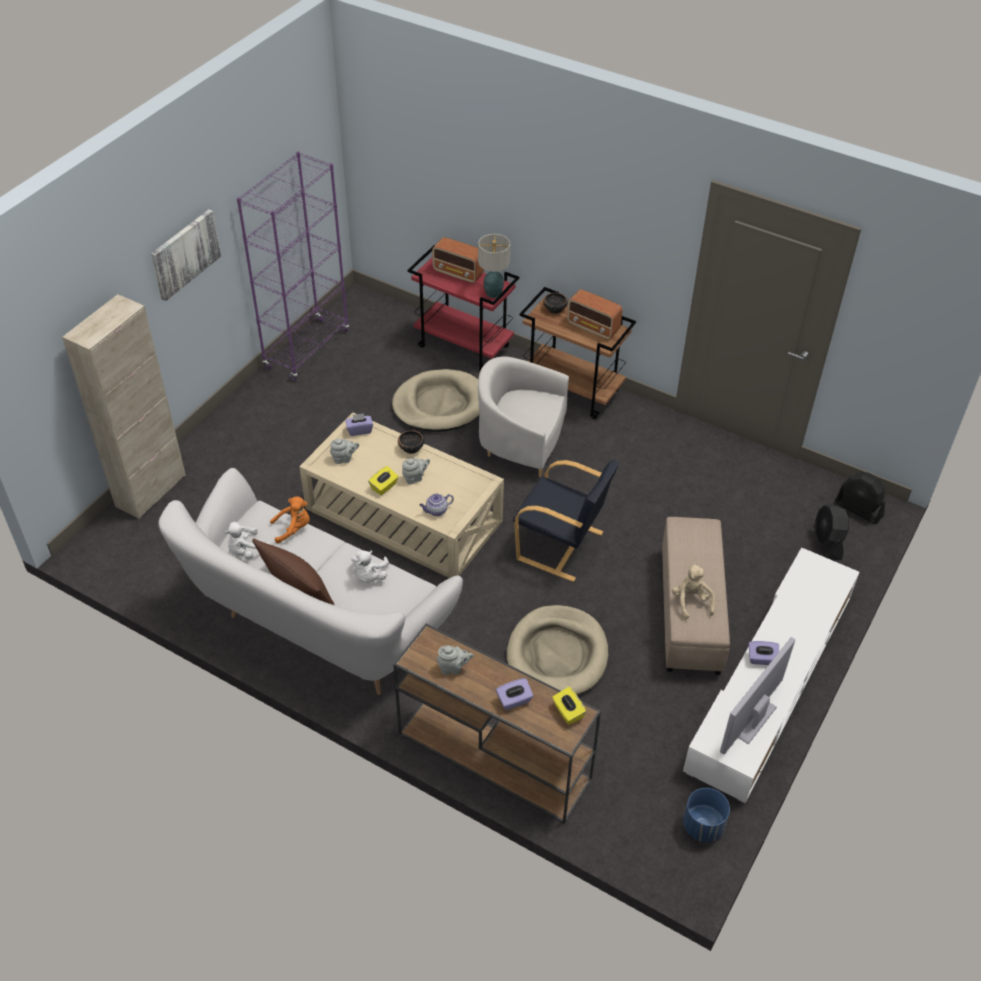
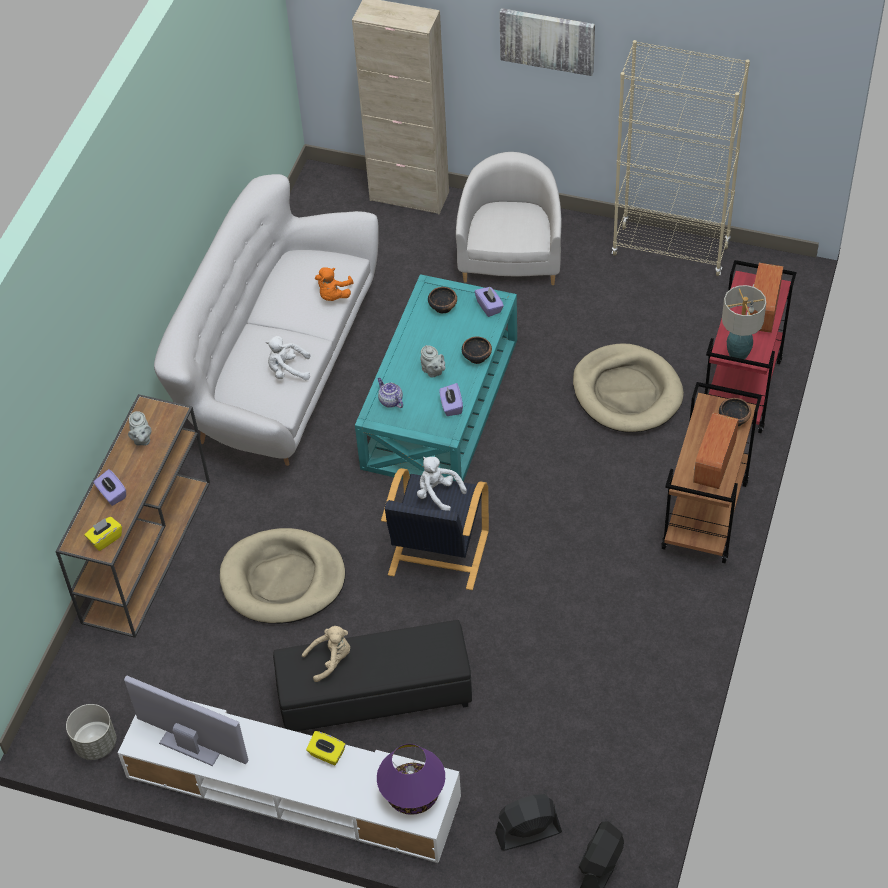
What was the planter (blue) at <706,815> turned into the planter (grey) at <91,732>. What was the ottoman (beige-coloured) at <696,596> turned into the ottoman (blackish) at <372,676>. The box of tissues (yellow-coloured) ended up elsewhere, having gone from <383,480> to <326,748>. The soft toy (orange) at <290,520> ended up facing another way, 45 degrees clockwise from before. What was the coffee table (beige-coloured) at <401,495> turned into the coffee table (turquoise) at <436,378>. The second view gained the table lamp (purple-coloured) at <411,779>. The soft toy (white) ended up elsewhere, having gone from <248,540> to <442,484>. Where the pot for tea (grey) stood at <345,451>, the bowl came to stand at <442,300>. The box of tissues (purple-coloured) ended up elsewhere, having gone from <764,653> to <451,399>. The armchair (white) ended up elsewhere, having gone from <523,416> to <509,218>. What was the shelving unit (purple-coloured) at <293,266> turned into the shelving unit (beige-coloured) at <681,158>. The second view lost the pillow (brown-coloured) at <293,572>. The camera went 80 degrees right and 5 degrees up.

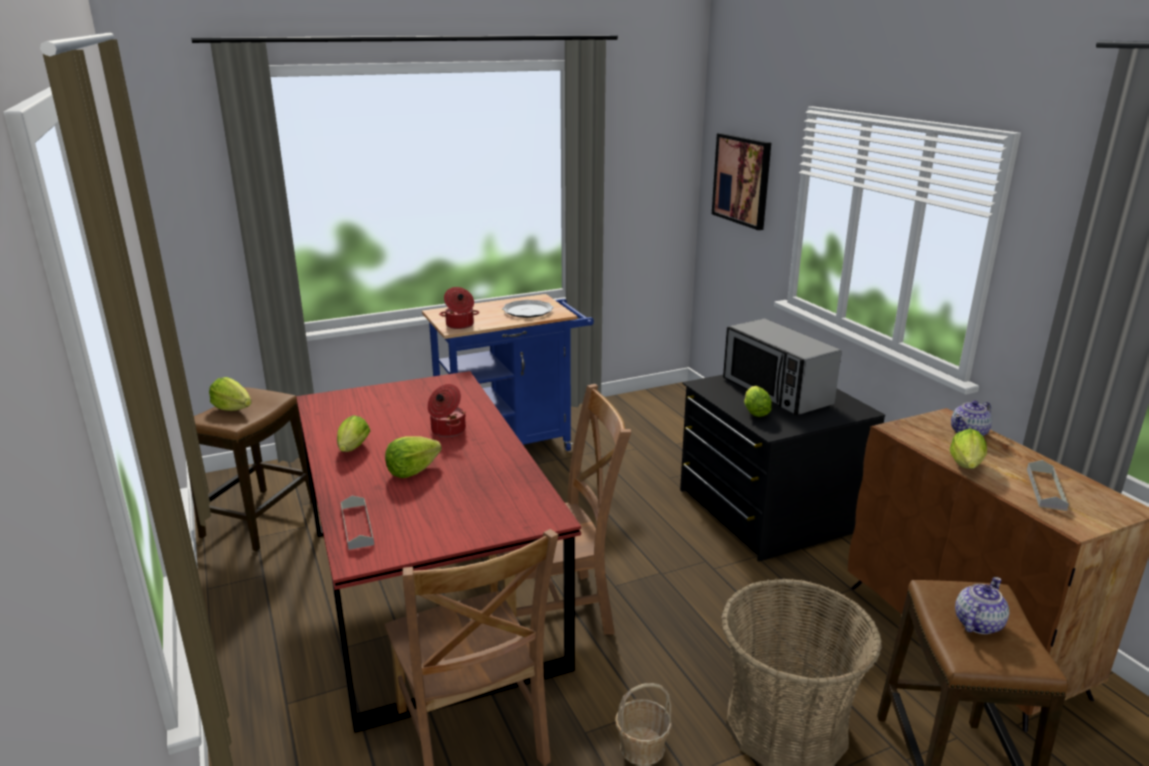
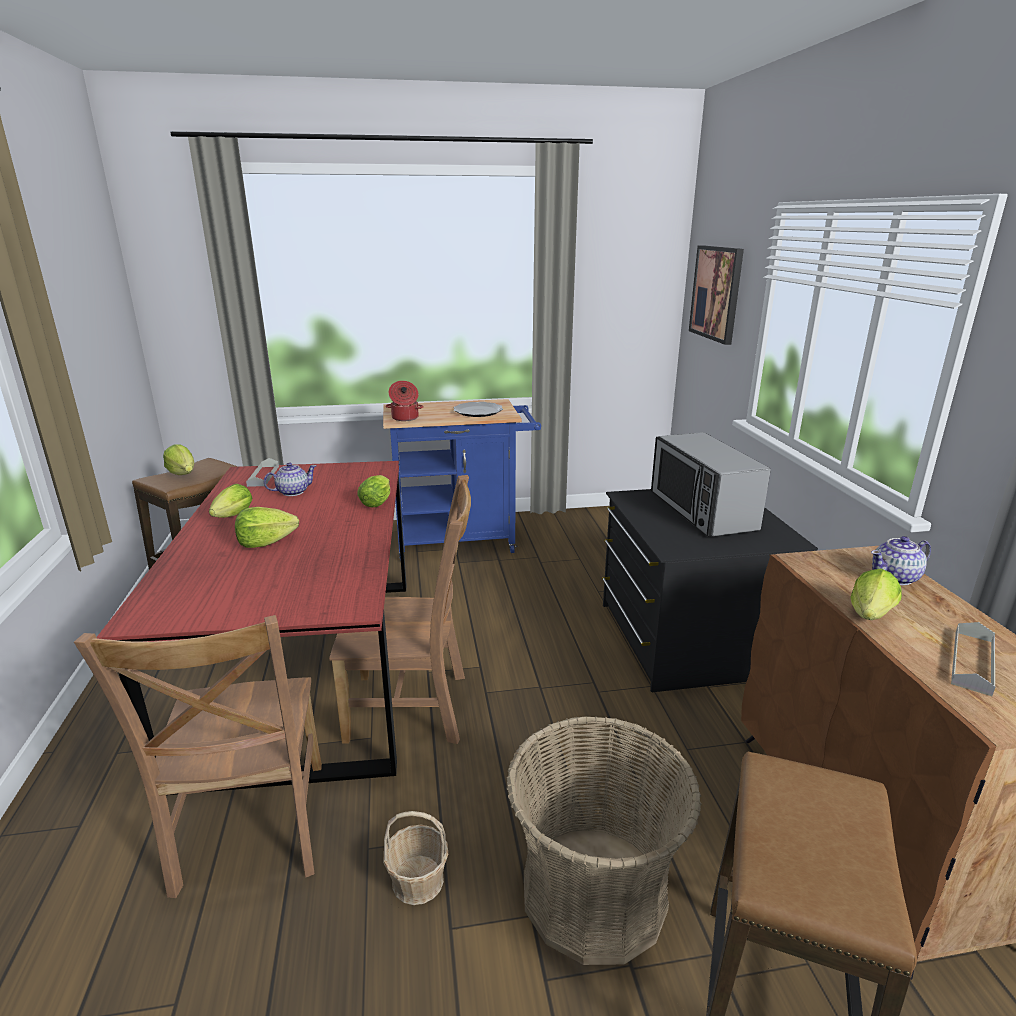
The tray (grey) ended up elsewhere, having gone from <357,523> to <262,472>. The pot for tea ended up elsewhere, having gone from <982,605> to <290,479>. The lettuce head ended up elsewhere, having gone from <758,401> to <373,491>. The second view lost the cooking pot at <446,410>. The camera went 15 degrees right and 0 degrees up.

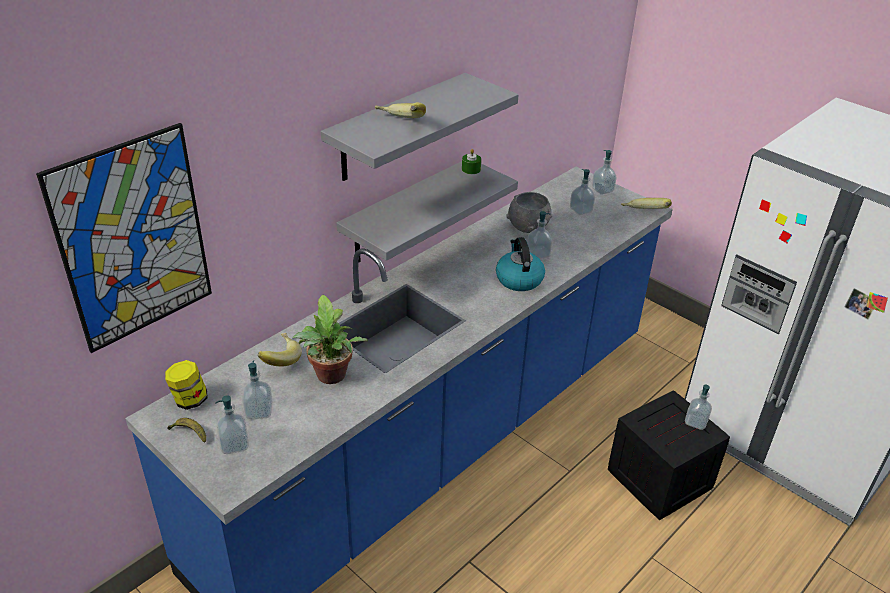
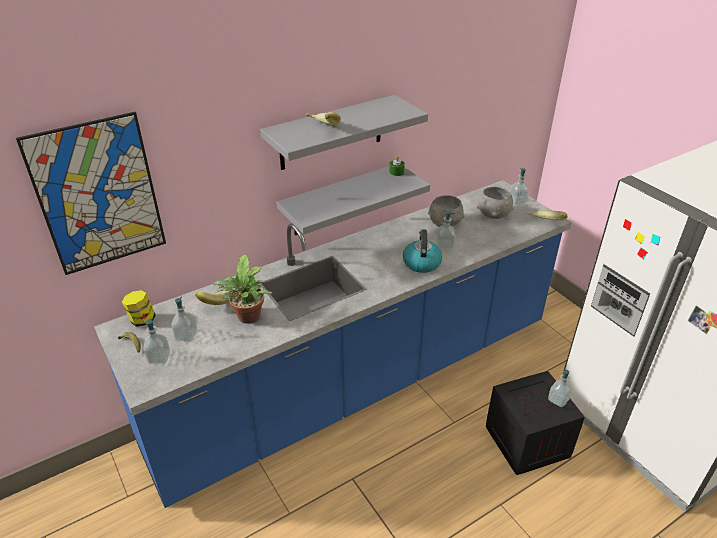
Where the liquid soap bottle stood at <582,192>, the bowl (grey) came to stand at <495,203>. The camera went 15 degrees right and 0 degrees up.

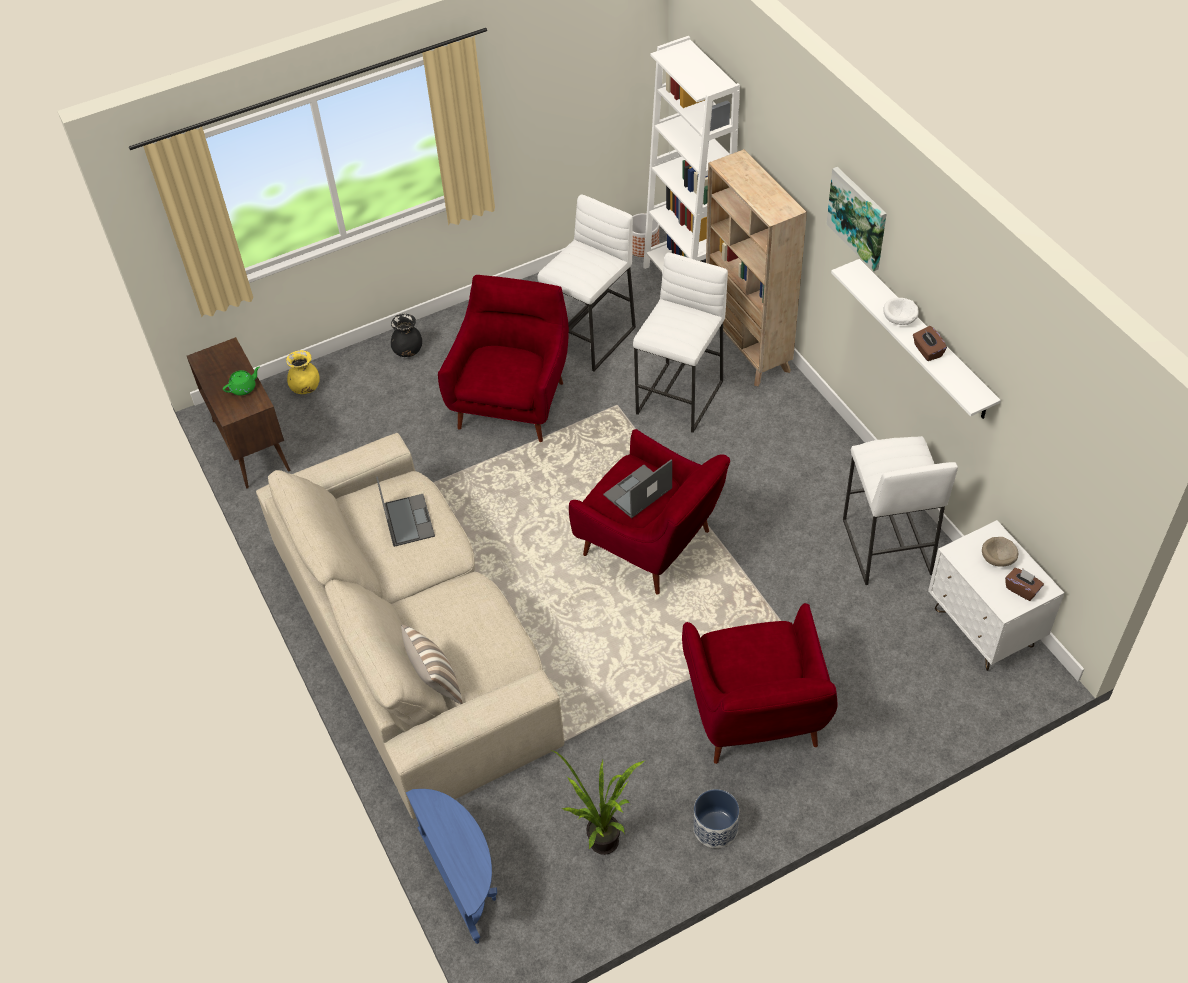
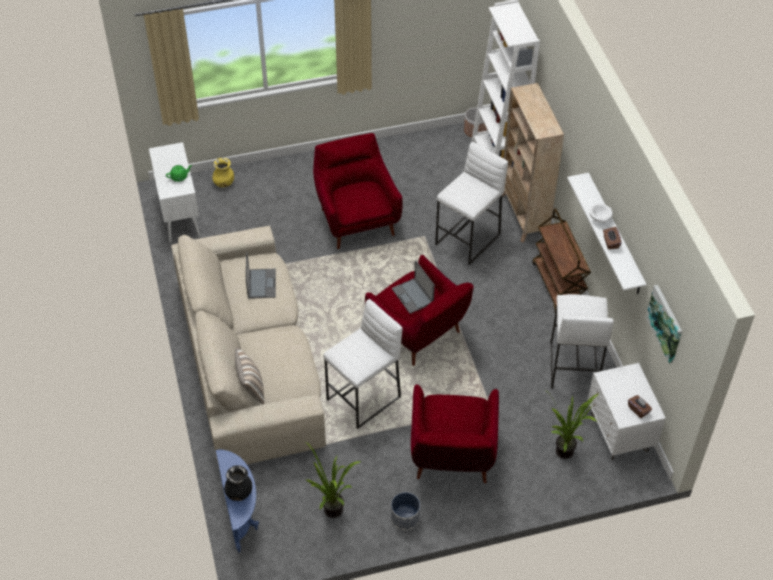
What was the cupboard (brown-coloured) at <238,413> turned into the cupboard (white) at <174,192>. The decorative vase (blackish) ended up elsewhere, having gone from <406,335> to <238,483>. The armchair (reddish) at <503,358> ended up facing another way, 45 degrees counterclockwise from before. The sitting stool (white) ended up elsewhere, having gone from <586,282> to <362,364>. The laptop at <637,488> ended up facing another way, 90 degrees counterclockwise from before. The second view gained the cart (brown-coloured) at <561,260>. The second view gained the plant in a pot at <571,424>. The wall art ended up elsewhere, having gone from <856,219> to <664,324>. The second view lost the bowl (beige-coloured) at <1000,552>. The camera went 10 degrees right and 0 degrees up.

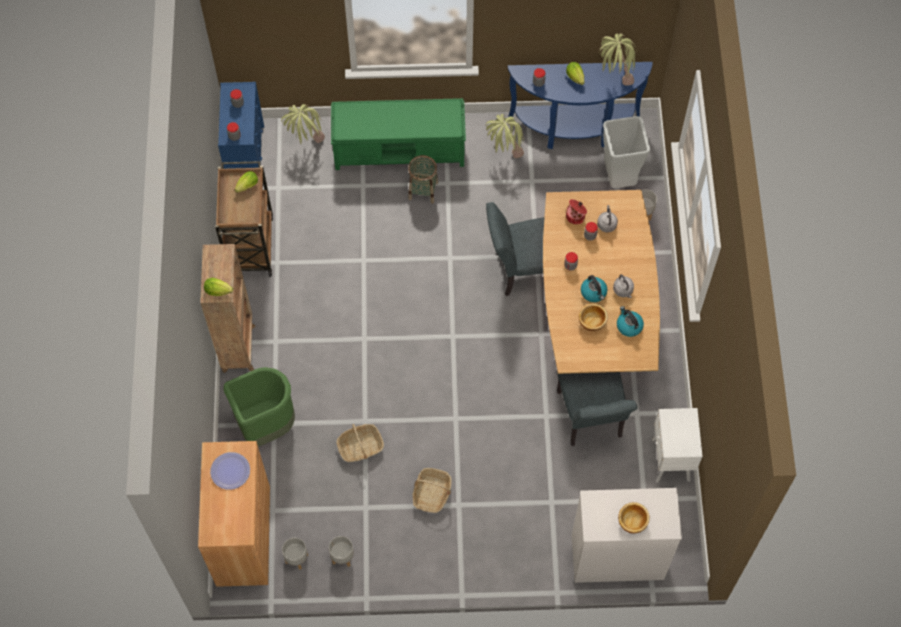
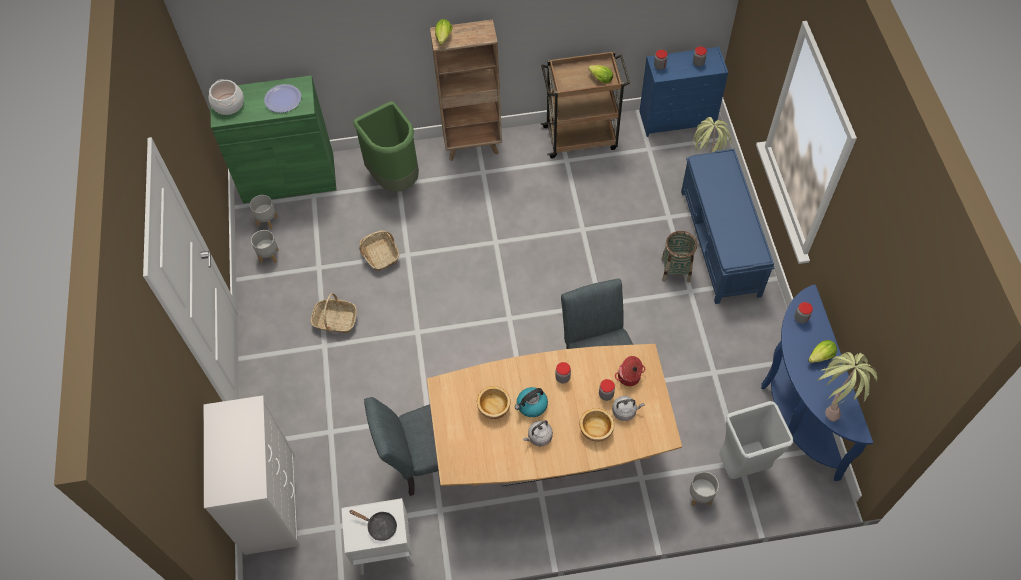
The second view gained the cooking pot at <226,97>. What was the cupboard (brown-coloured) at <234,514> turned into the cupboard (green) at <273,139>. The second view gained the frying pan (blackish) at <373,525>. The bowl ended up elsewhere, having gone from <634,518> to <597,425>. What was the bench (green) at <398,134> turned into the bench (blue) at <727,226>. The second view lost the plant in a pot at <504,136>. The second view lost the tea kettle at <630,321>. The camera went 85 degrees right and 5 degrees down.

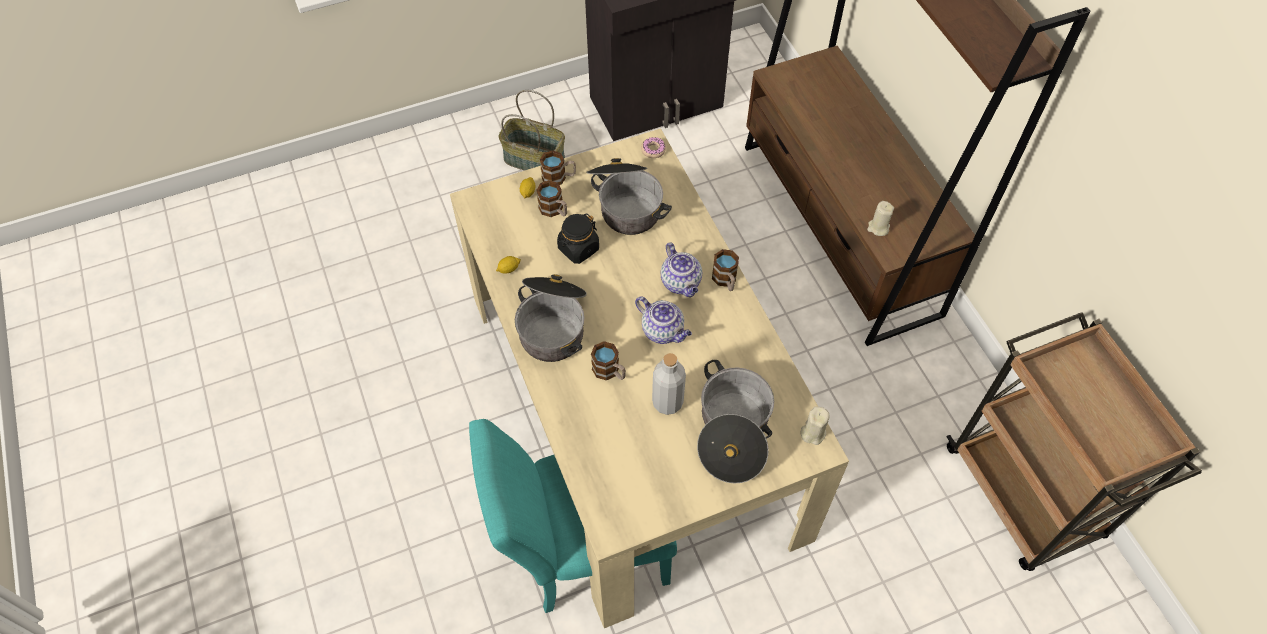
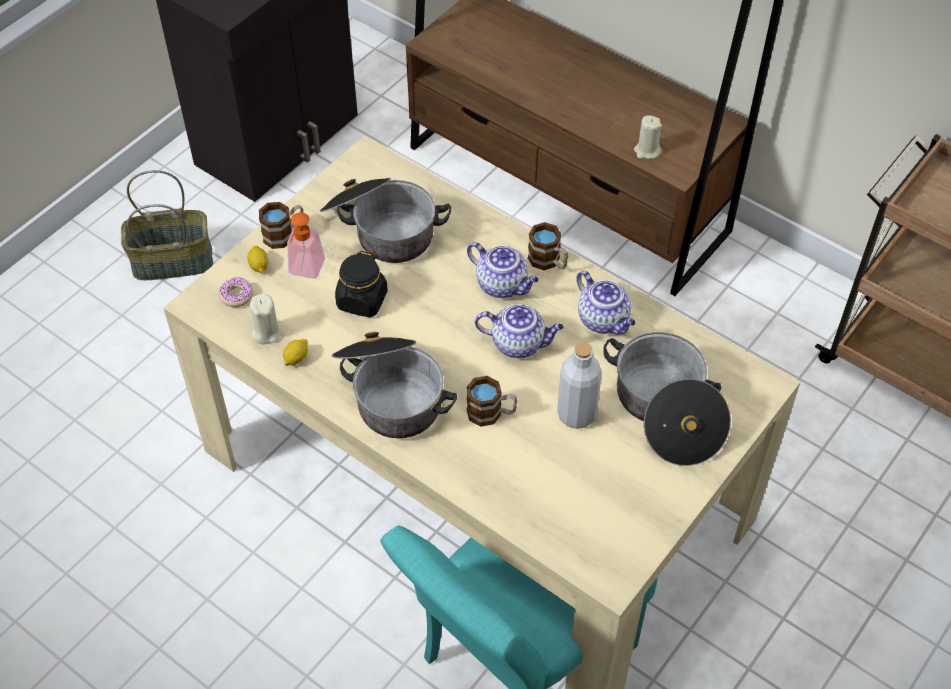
The ring doughnut ended up elsewhere, having gone from <653,147> to <236,292>. The wax light (beige-coloured) ended up elsewhere, having gone from <815,425> to <266,319>. Where the tea mug stood at <551,198>, the liquid soap bottle came to stand at <306,246>. The second view gained the pot for tea at <606,303>. The camera went 30 degrees left and 5 degrees down.

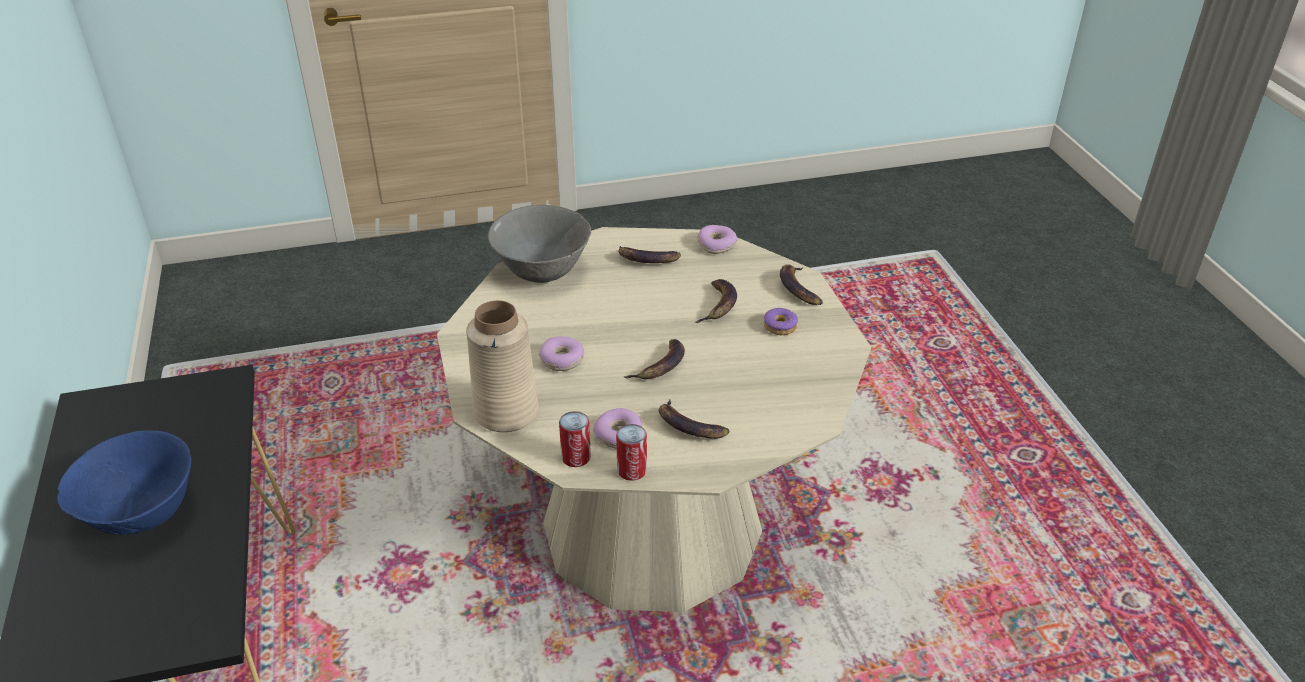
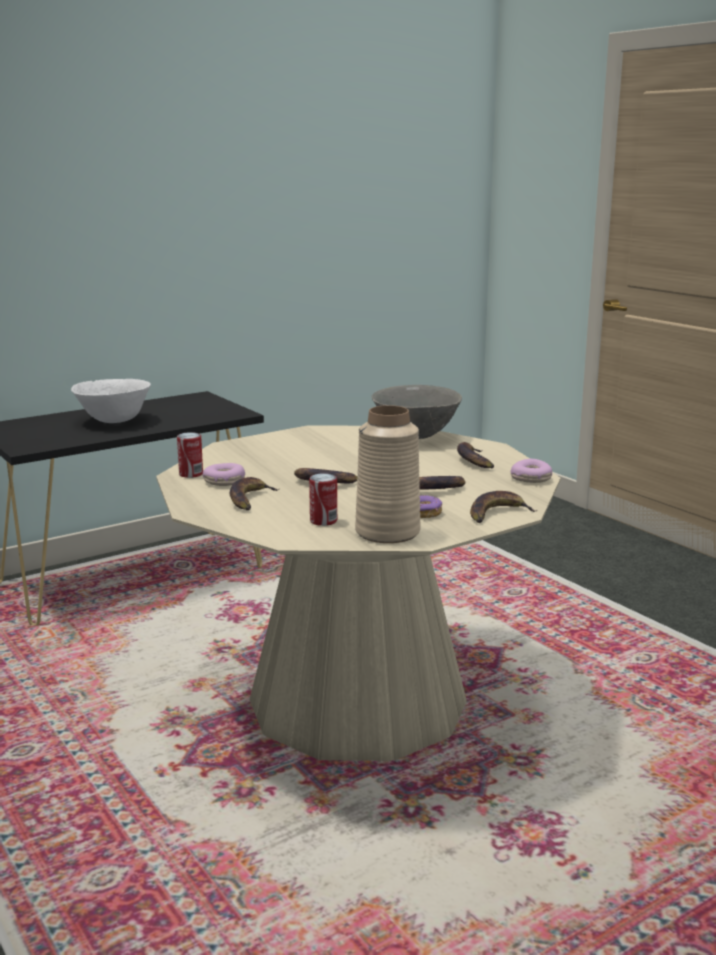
What was the bowl (blue) at <124,482> turned into the bowl (white) at <111,401>. The sealed can ended up elsewhere, having gone from <631,452> to <323,499>. The decorative vase (beige-coloured) ended up elsewhere, having gone from <502,366> to <388,474>. The second view lost the ring doughnut at <561,353>. The camera went 70 degrees right and 20 degrees down.

